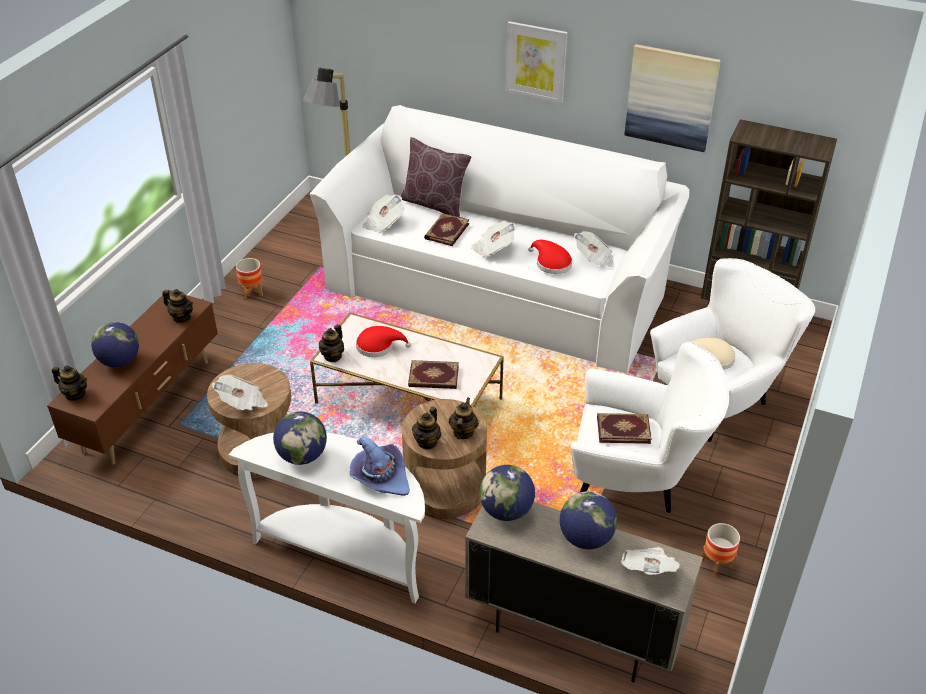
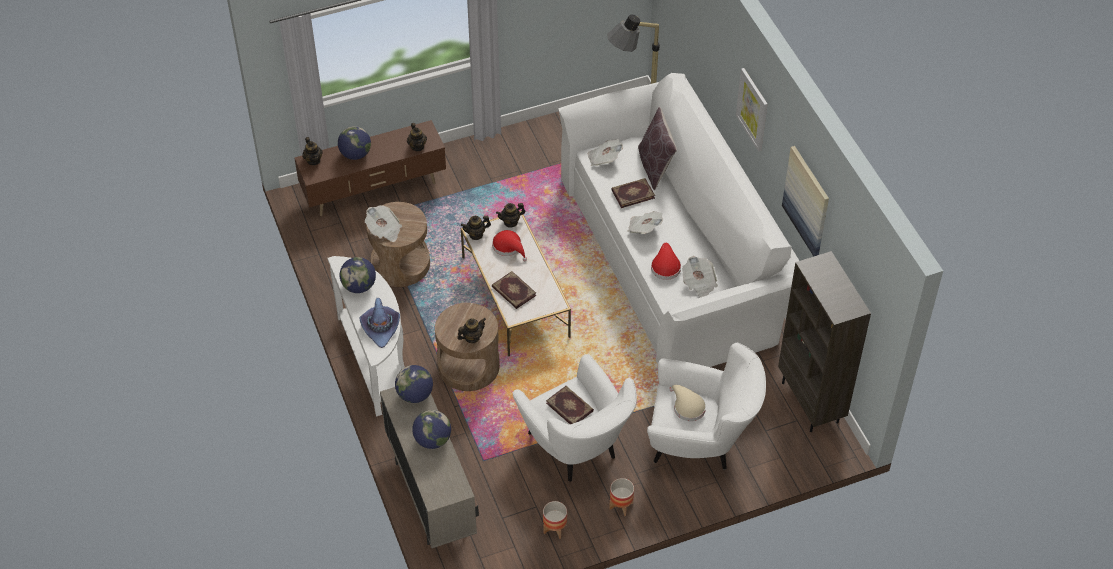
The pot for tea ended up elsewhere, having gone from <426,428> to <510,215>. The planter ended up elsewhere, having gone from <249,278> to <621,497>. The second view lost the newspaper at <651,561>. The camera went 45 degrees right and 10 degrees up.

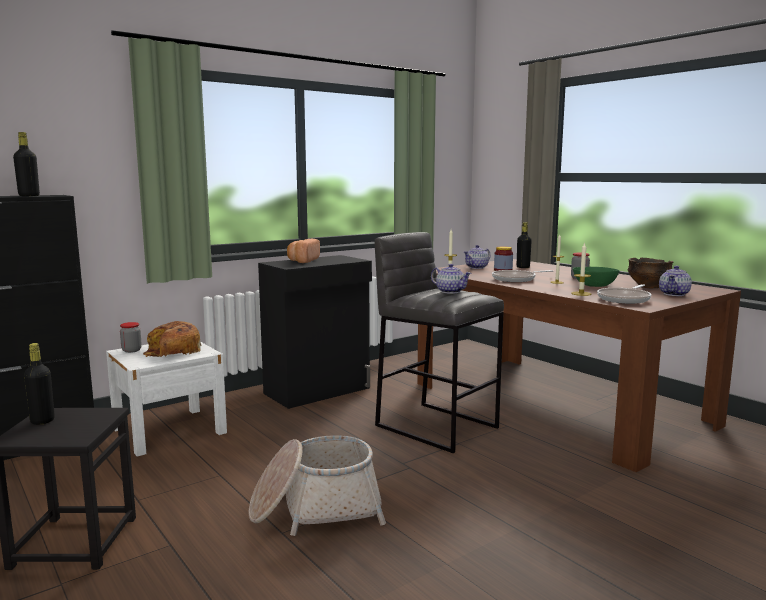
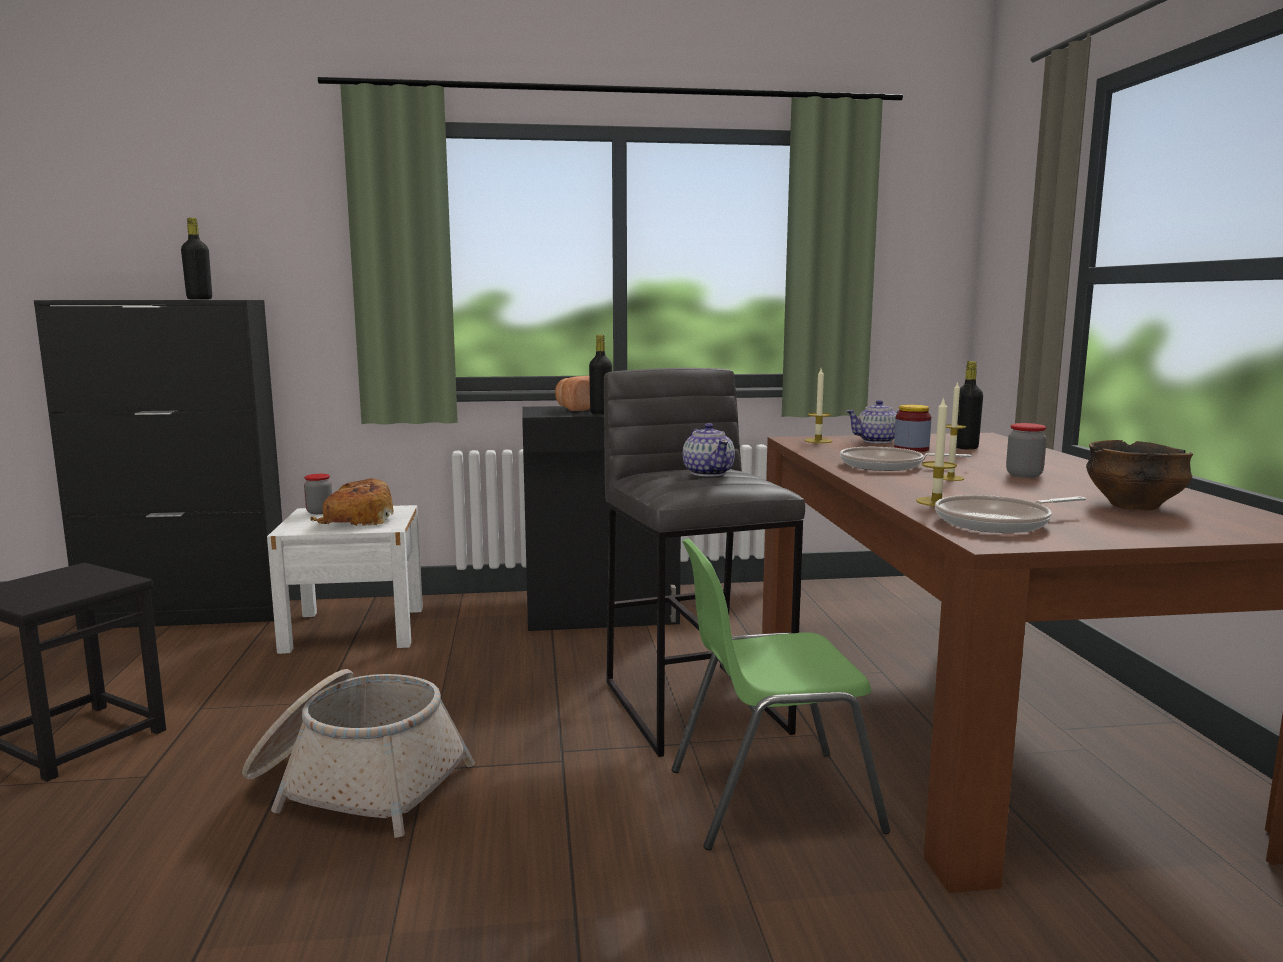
The beverage bottle (blackish) ended up elsewhere, having gone from <39,384> to <600,375>. The second view gained the upright chair (green) at <781,694>. The second view lost the bowl (green) at <596,277>. The second view lost the pot for tea at <675,281>. The camera went 30 degrees right and 0 degrees up.

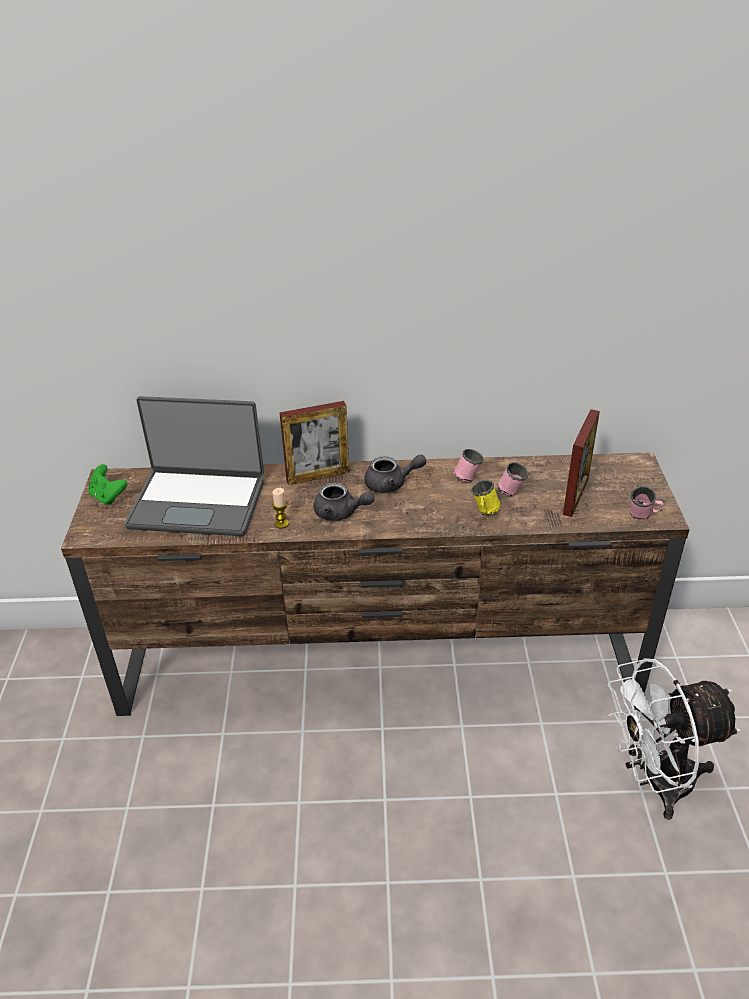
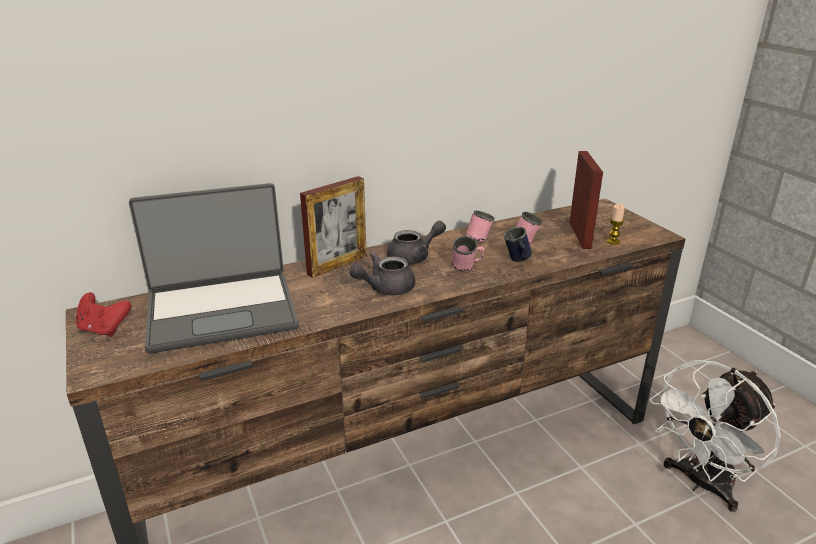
What was the joypad (green) at <108,484> turned into the joypad (reddish) at <103,314>. The pot for tea (grey) at <344,502> ended up facing another way, 150 degrees clockwise from before. The tea mug (pinkish) ended up elsewhere, having gone from <646,503> to <468,254>. What was the tea mug (yellow-coloured) at <486,497> turned into the tea mug (blue) at <517,244>. The wax light ended up elsewhere, having gone from <280,508> to <616,224>. The camera went 25 degrees left and 10 degrees down.

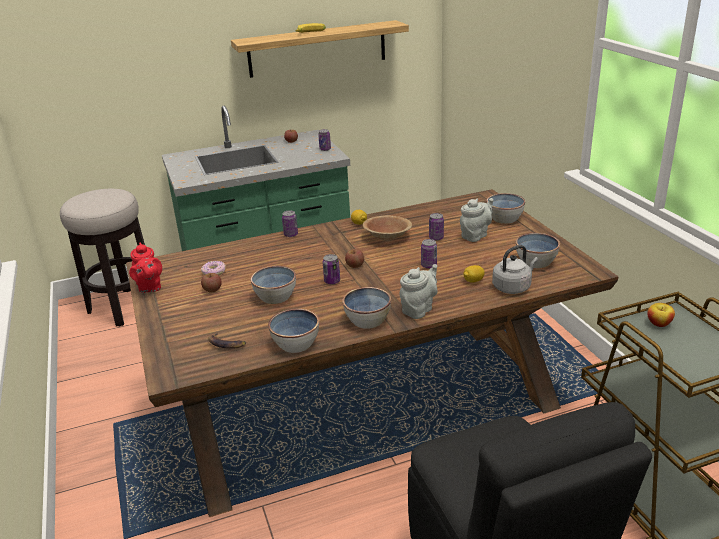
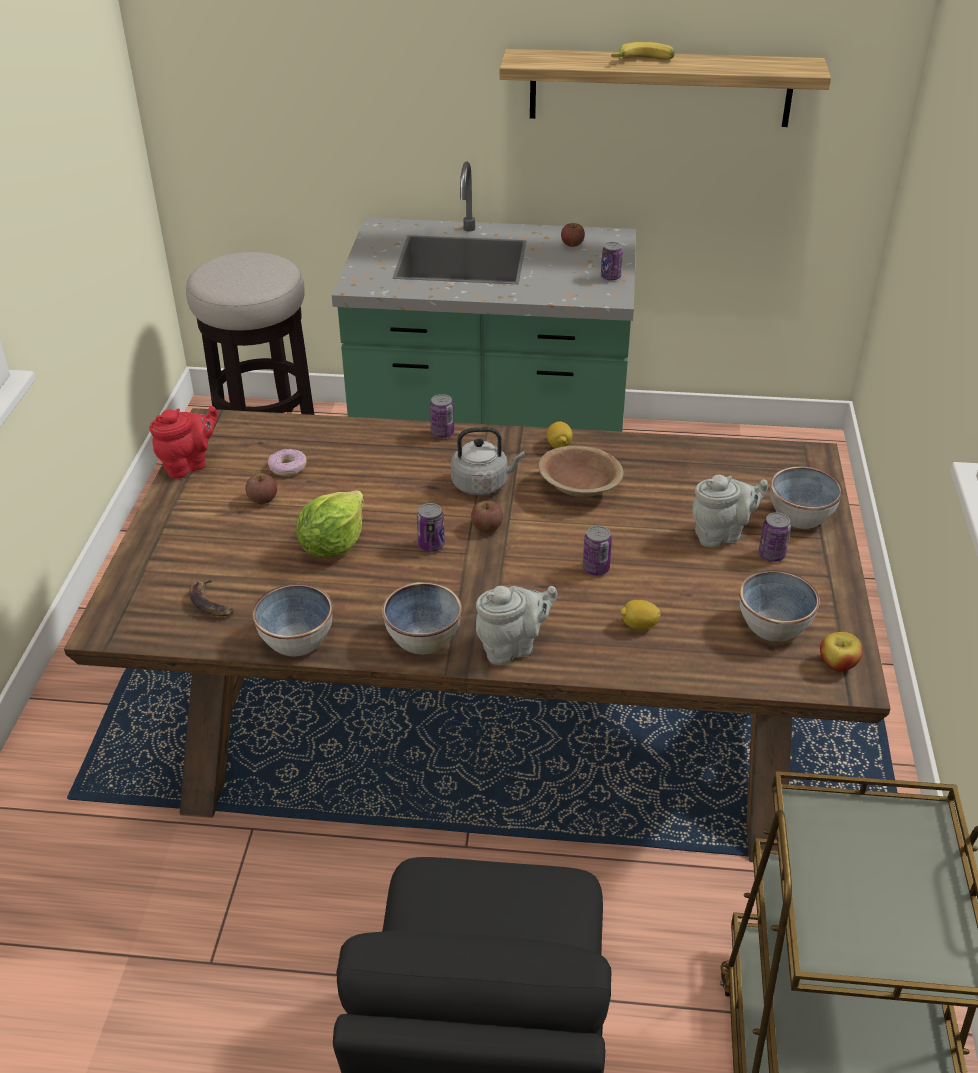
The pot for tea (reddish) at <145,267> ended up facing another way, 135 degrees counterclockwise from before. Where the bowl stood at <273,285>, the lettuce head came to stand at <330,523>. The tea kettle (grey) ended up elsewhere, having gone from <515,269> to <488,461>. The sealed can ended up elsewhere, having gone from <436,227> to <774,537>. The whole apple ended up elsewhere, having gone from <661,315> to <841,652>. The camera went 25 degrees right and 10 degrees up.

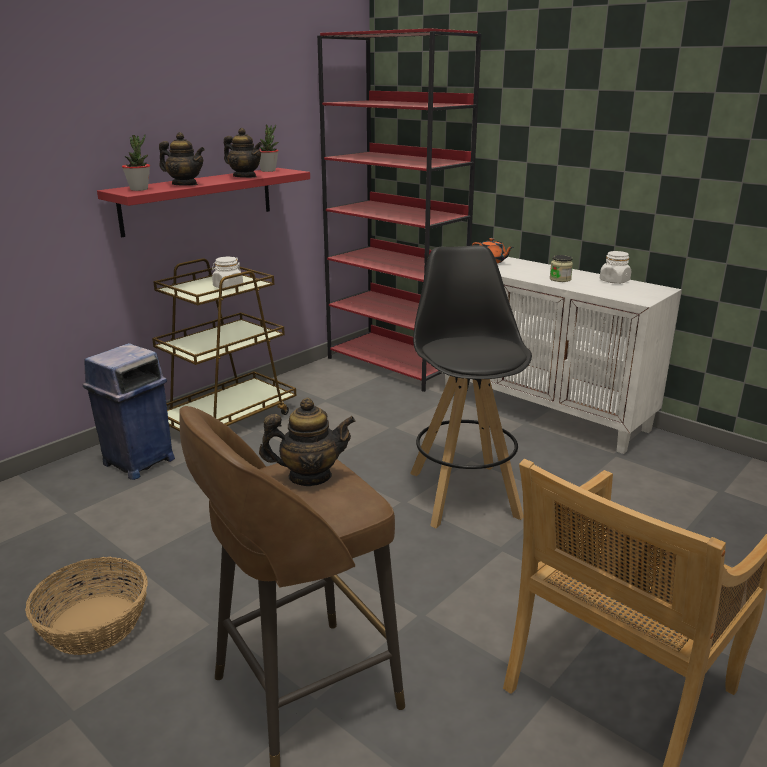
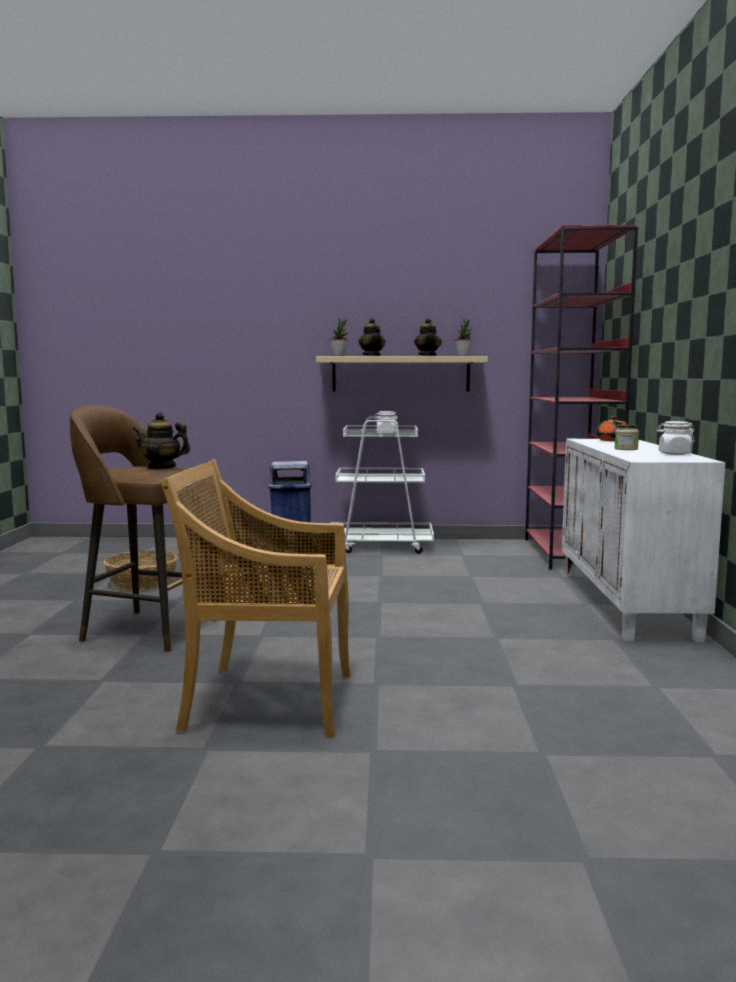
The pot for tea at <307,442> ended up facing another way, 150 degrees clockwise from before. What was the wall shelf (reddish) at <203,202> turned into the wall shelf (beige-coloured) at <402,374>. What was the cart (brown-coloured) at <224,345> turned into the cart (white) at <382,485>. The second view lost the sitting stool (blackish) at <471,386>. The camera went 50 degrees right and 15 degrees down.

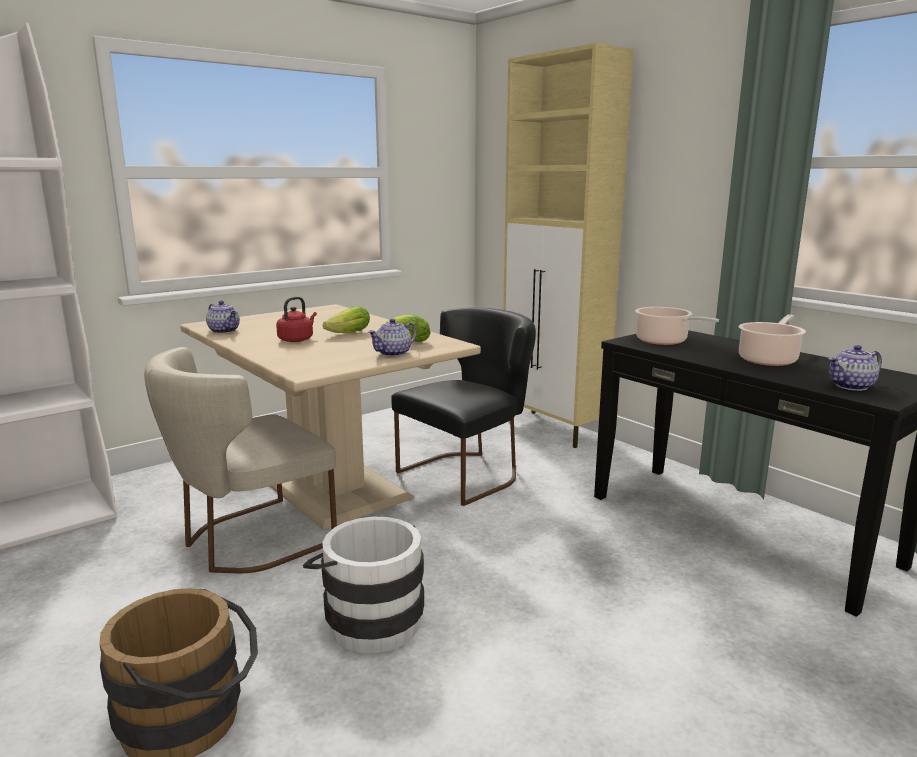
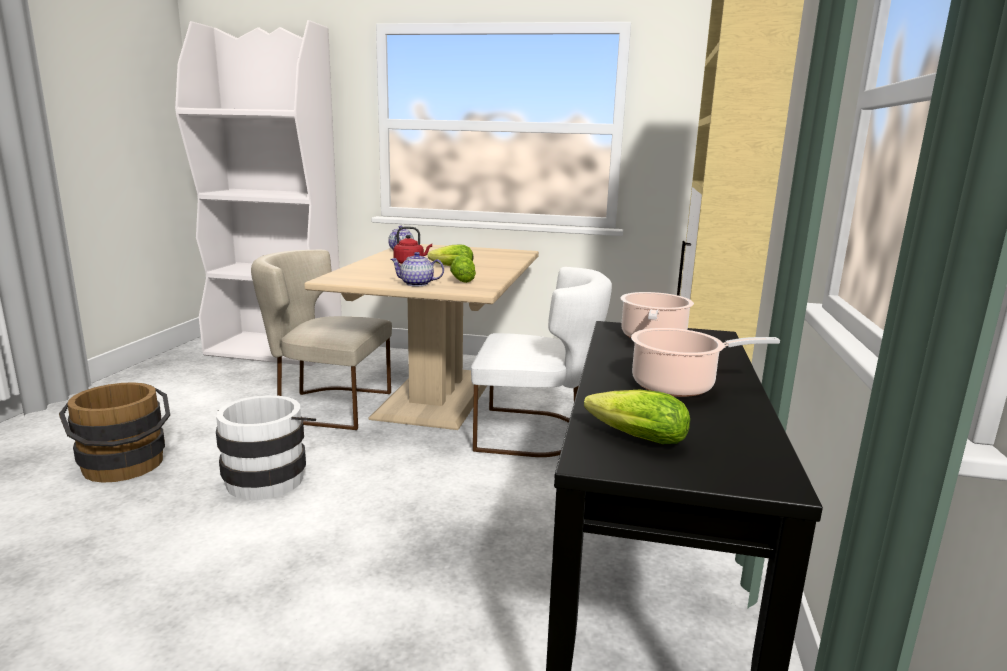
What was the upright chair (blackish) at <463,406> turned into the upright chair (white) at <541,362>. Where the pot for tea stood at <855,368>, the lettuce head came to stand at <637,417>. The camera went 50 degrees right and 0 degrees up.

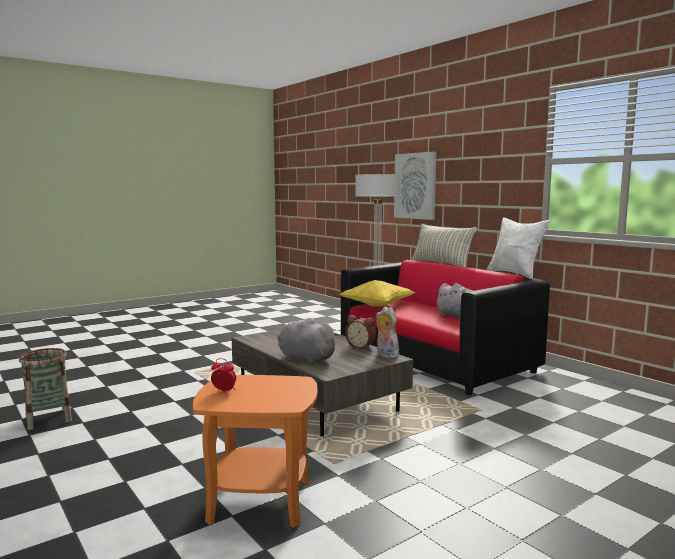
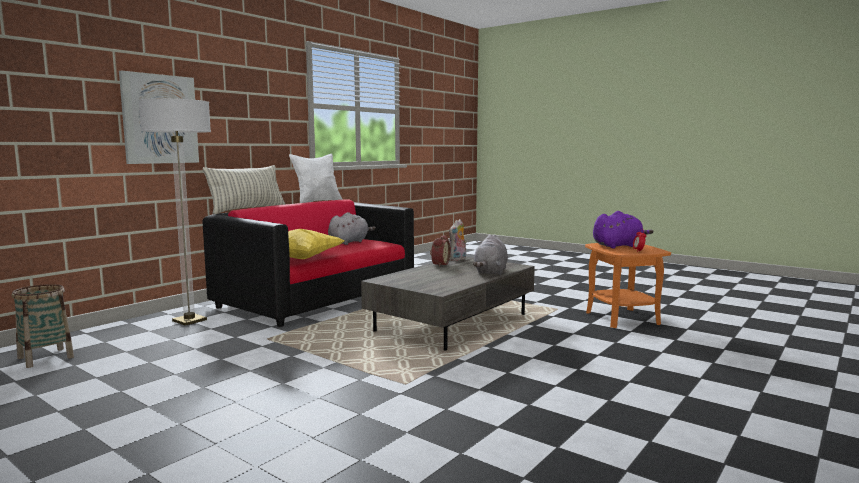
The basket ended up elsewhere, having gone from <45,389> to <43,326>. The second view gained the soft toy (purple-coloured) at <623,230>. The camera went 105 degrees left and 0 degrees up.

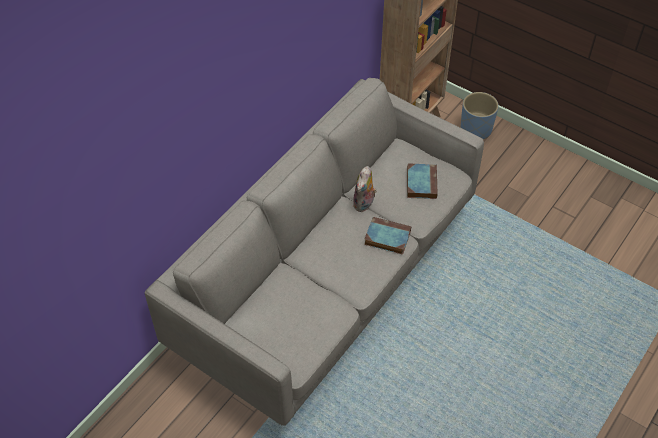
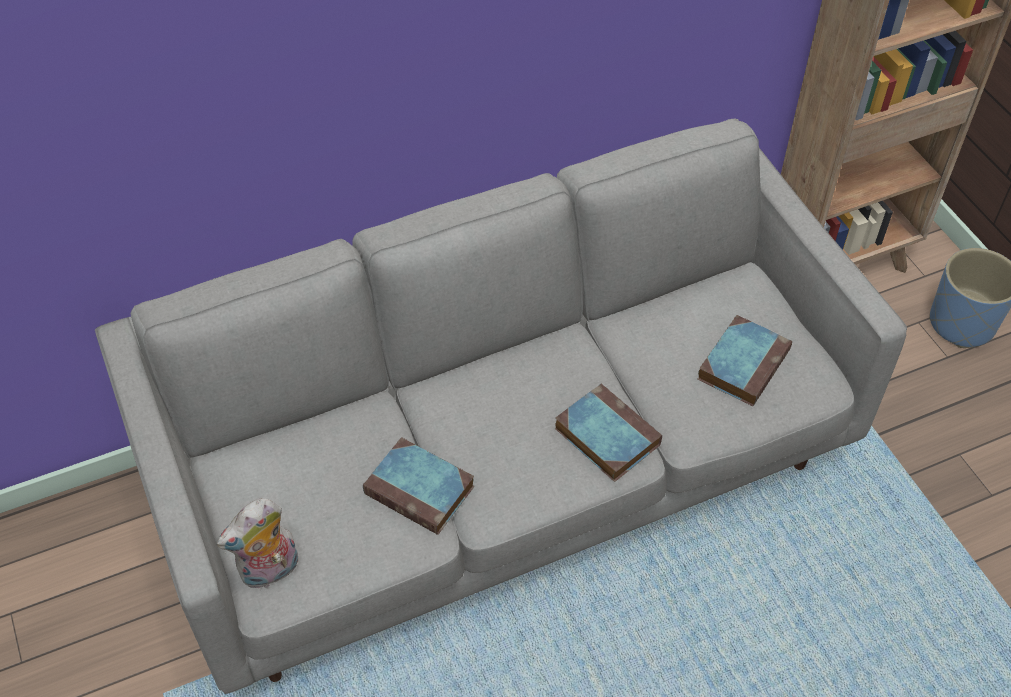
The soft toy ended up elsewhere, having gone from <365,189> to <257,543>. The second view gained the bound book at <419,486>. The camera went 30 degrees right and 0 degrees up.

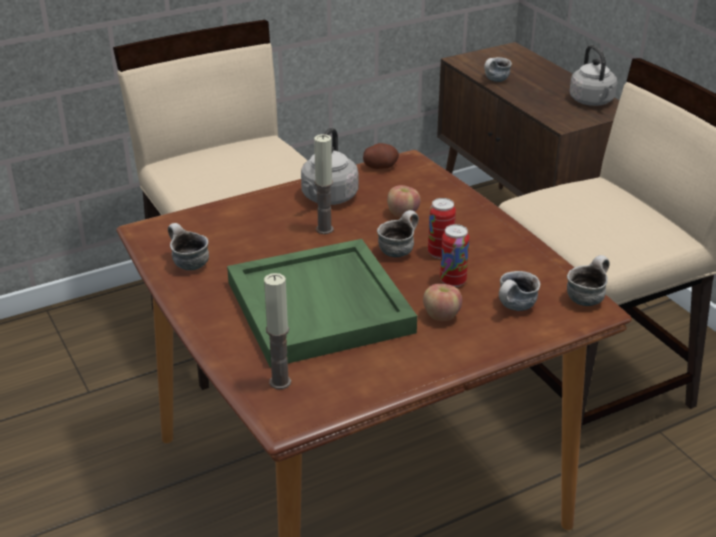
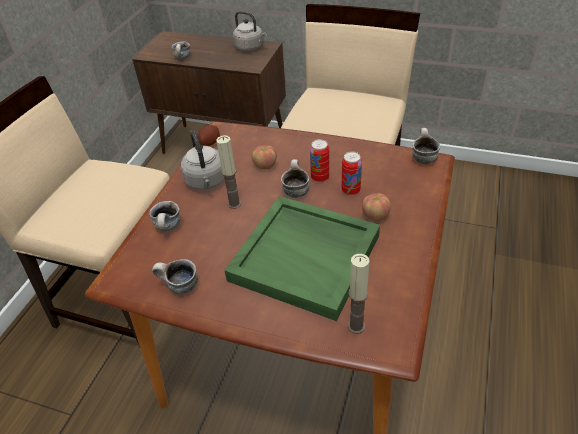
The tea mug ended up elsewhere, having gone from <519,291> to <164,216>. The camera went 40 degrees left and 10 degrees up.

